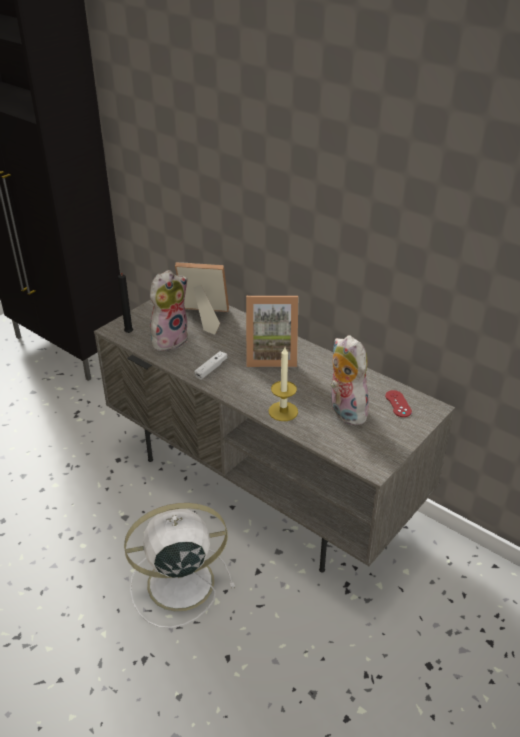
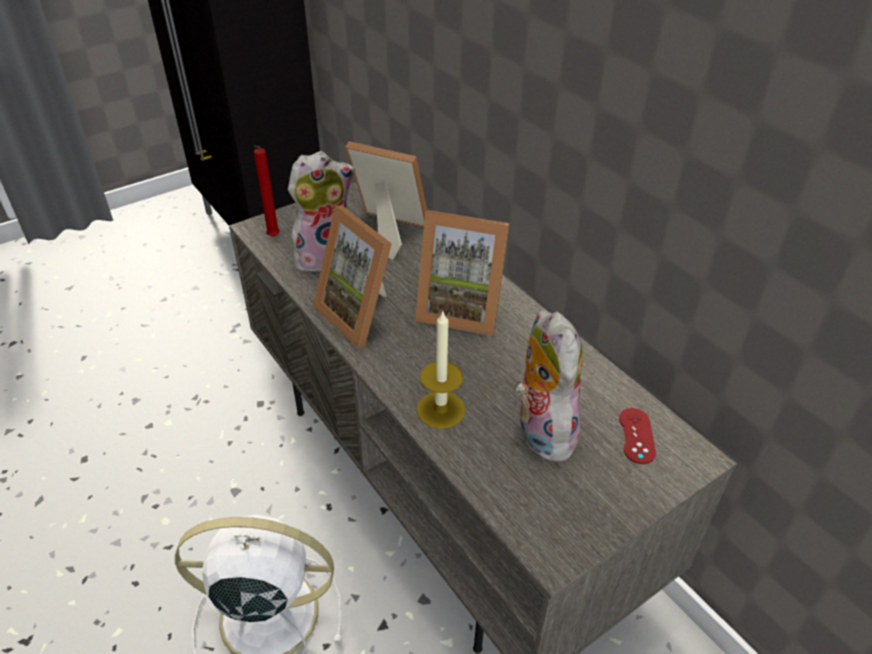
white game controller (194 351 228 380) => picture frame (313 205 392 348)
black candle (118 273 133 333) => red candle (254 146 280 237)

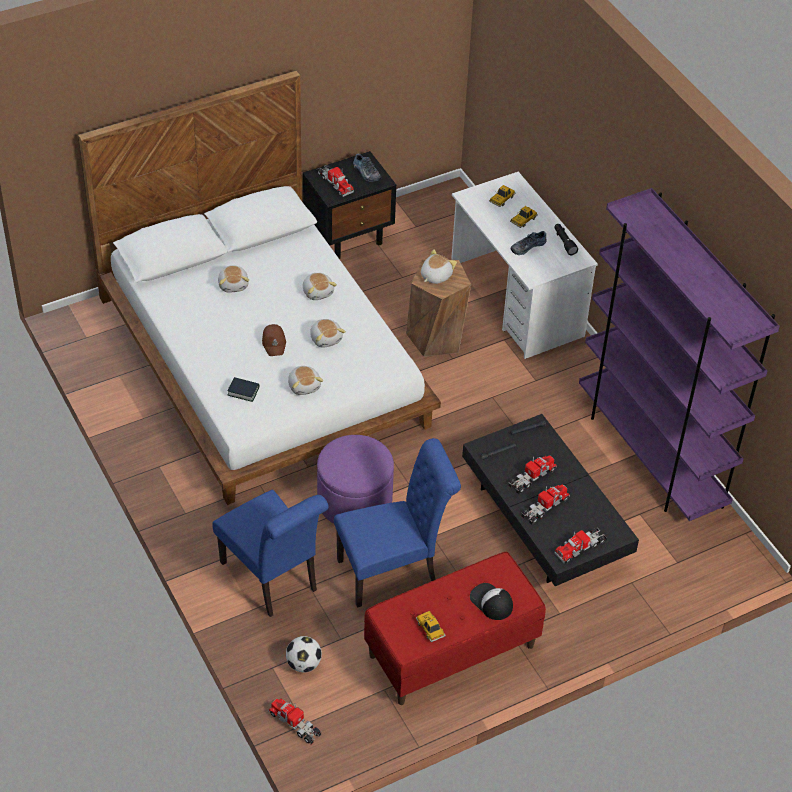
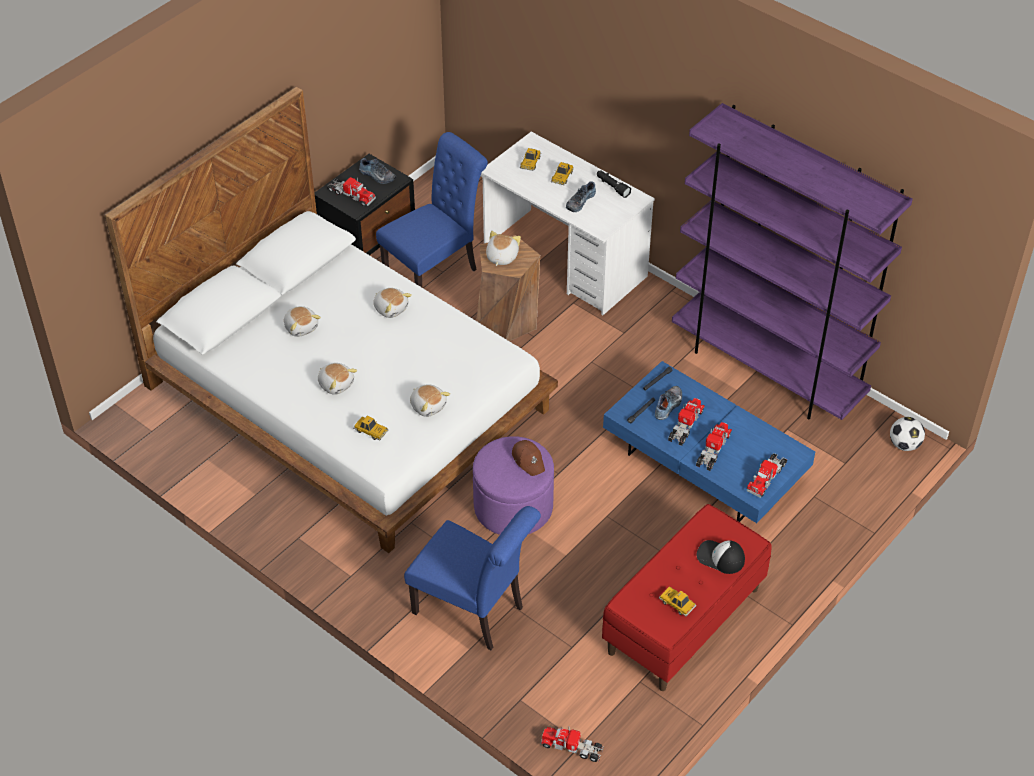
nothing => shoe (655 386 682 420)
brown cap (262 324 286 356) => brown cap (512 440 545 476), relocated
football (286 636 322 672) => football (890 417 925 451), relocated
plush toy (310 319 346 348) => plush toy (318 363 357 395), relocated
blue chair (334 438 461 608) => blue chair (376 132 488 287), relocated
book (227 377 259 402) => toy car (353 416 389 441)
black coffee table (462 414 639 586) => blue coffee table (603 361 815 523)

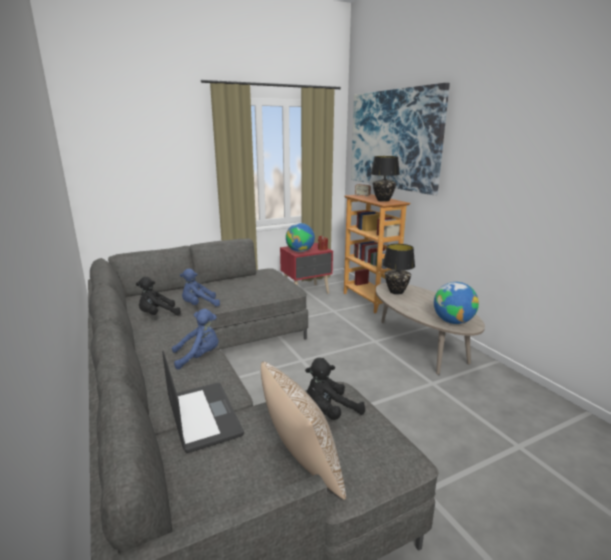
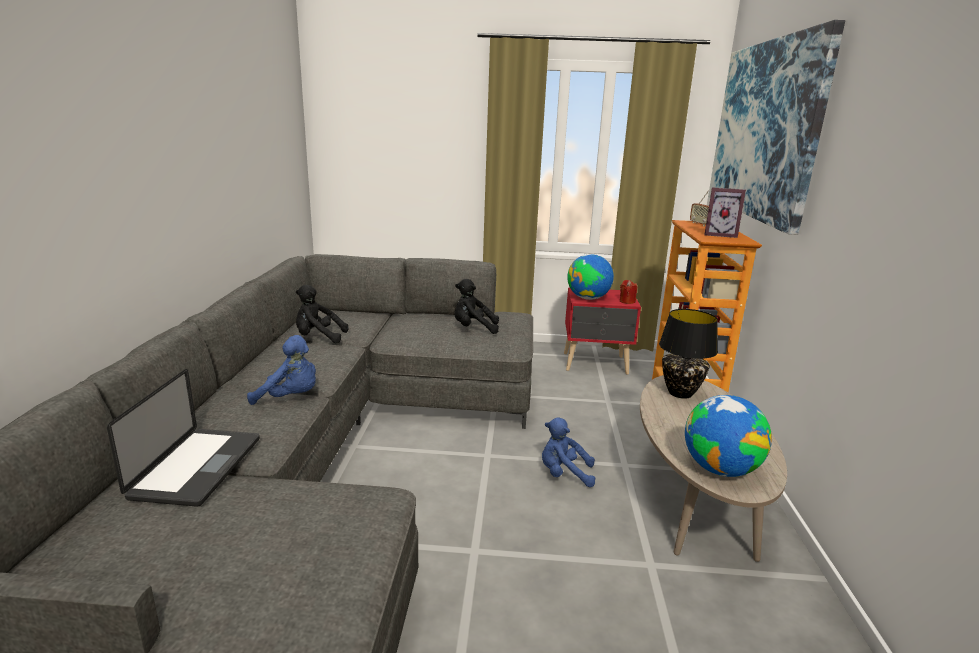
pillow (261 361 346 500) => nothing
blue plush toy (180 269 220 307) => blue plush toy (542 417 596 487), relocated
black plush toy (305 358 365 420) => black plush toy (454 279 499 334), relocated
black table lamp (371 156 400 202) => picture frame (704 188 746 238)

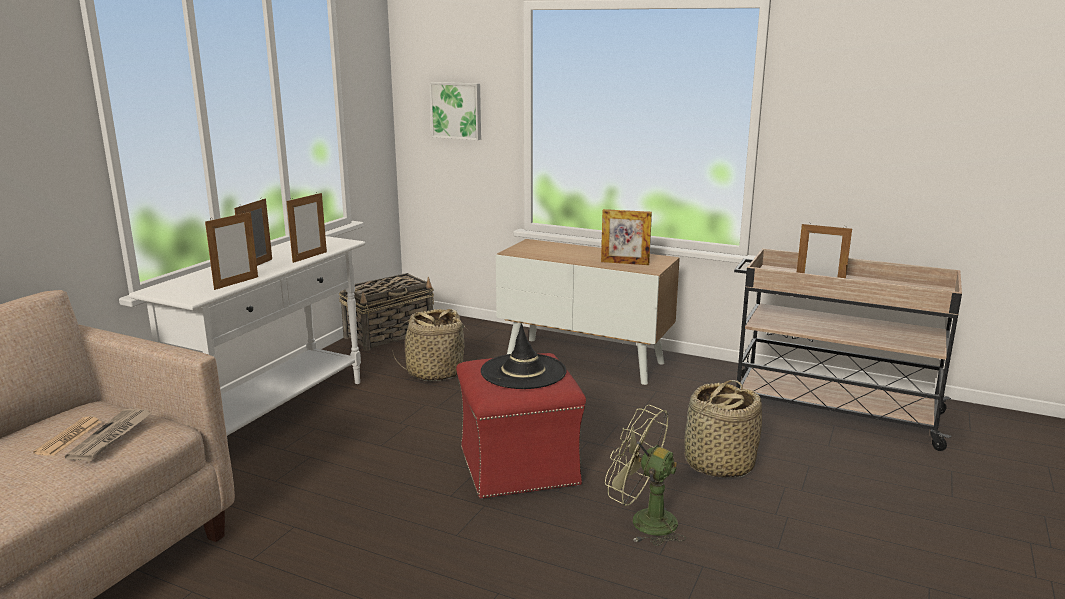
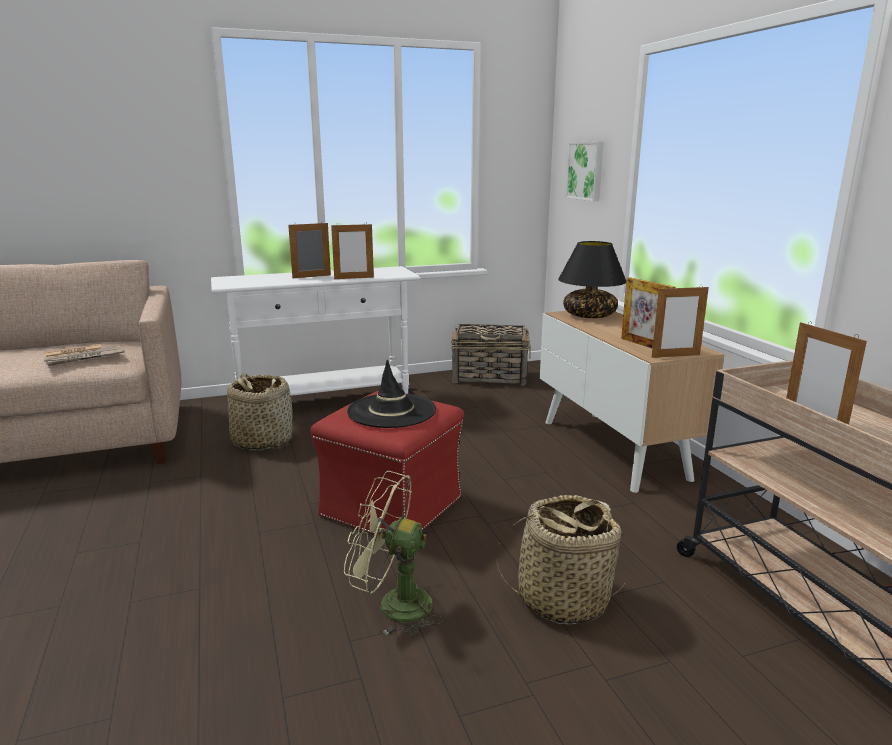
nothing => black table lamp (558 241 626 318)
picture frame (205 211 258 290) => picture frame (651 286 709 358), relocated
basket (392 309 471 381) => basket (227 373 293 450), relocated
green fan (605 405 686 546) => green fan (344 471 444 636), 60 degrees counterclockwise

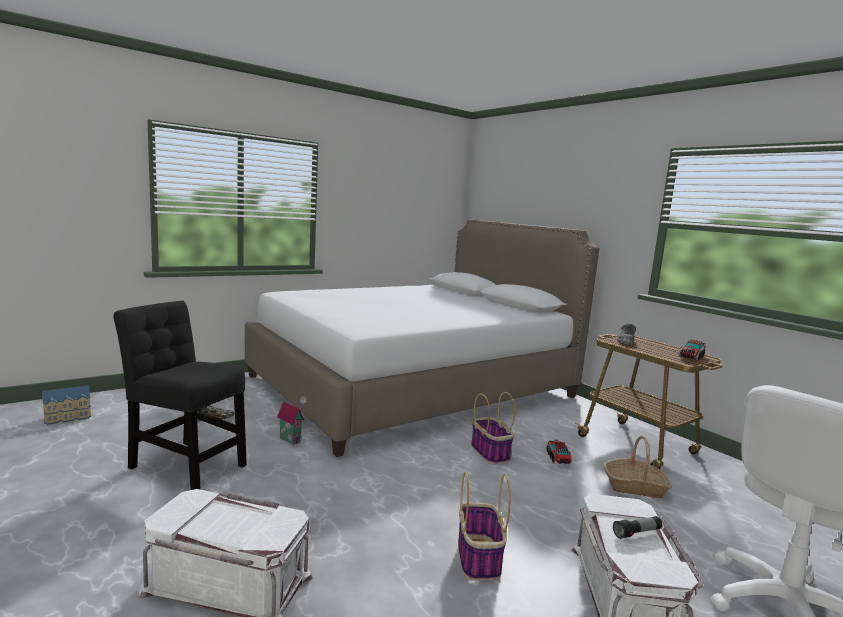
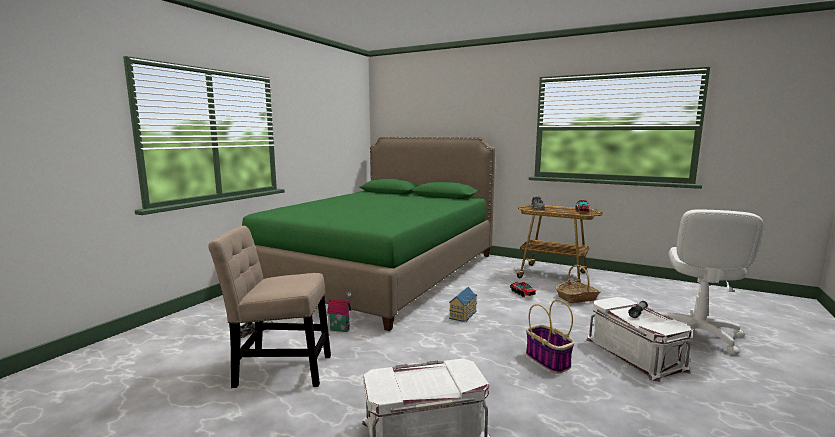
basket (471 392 515 464) => nothing
toy house (42 385 91 425) => toy house (449 287 477 322), relocated
black chair (113 301 247 490) => beige chair (208 225 331 388)
white bed (245 220 599 457) => green bed (242 137 495 331)

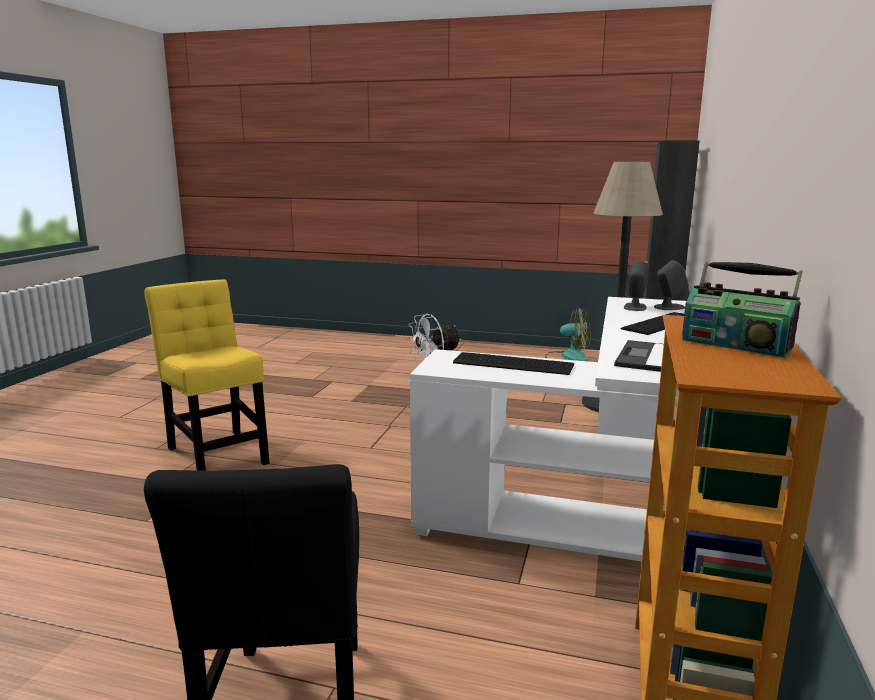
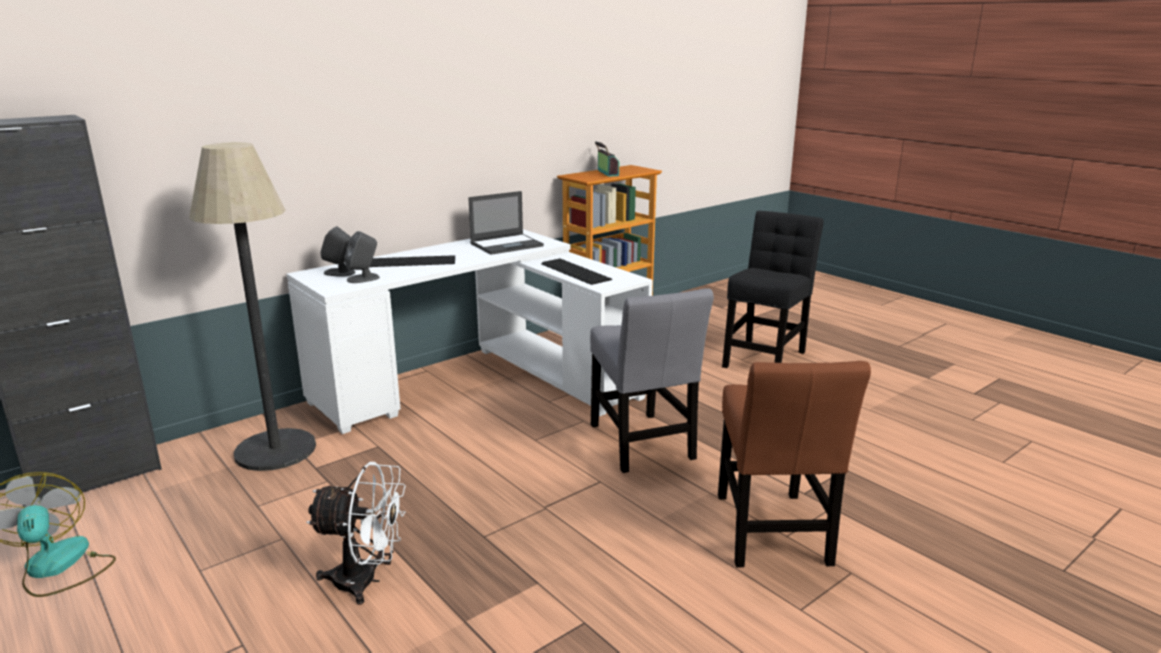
nothing => grey chair (590 288 714 473)
yellow chair (145 279 270 471) => brown chair (718 361 871 567)

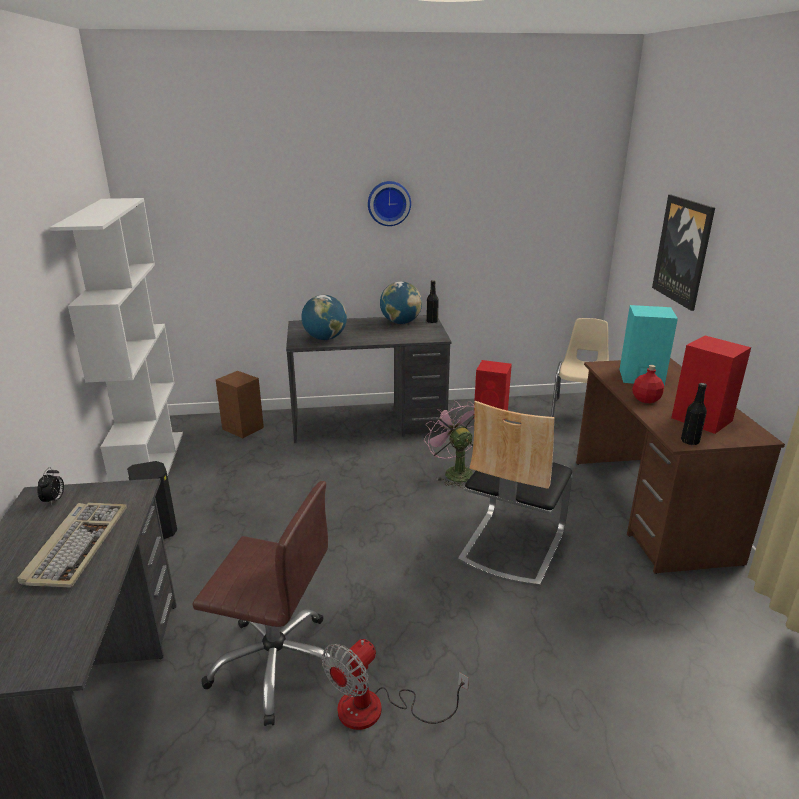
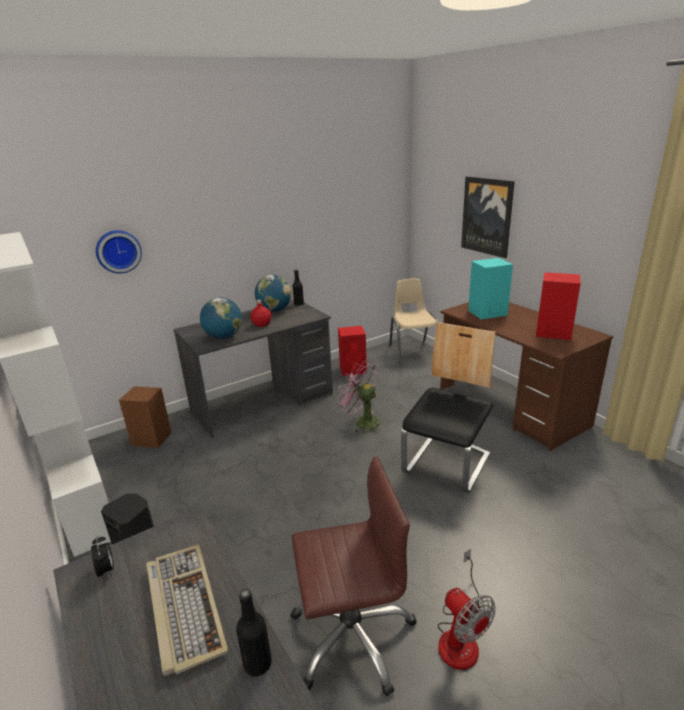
wall clock (368 181 411 226) => wall clock (96 230 142 273), relocated
red bottle (632 365 664 403) => red bottle (251 300 271 327), relocated
black bottle (681 383 707 445) => black bottle (236 589 272 677), relocated
fan (322 639 469 730) => fan (438 549 496 670), 45 degrees counterclockwise
chair (458 401 572 587) => chair (401 322 496 493), 150 degrees counterclockwise

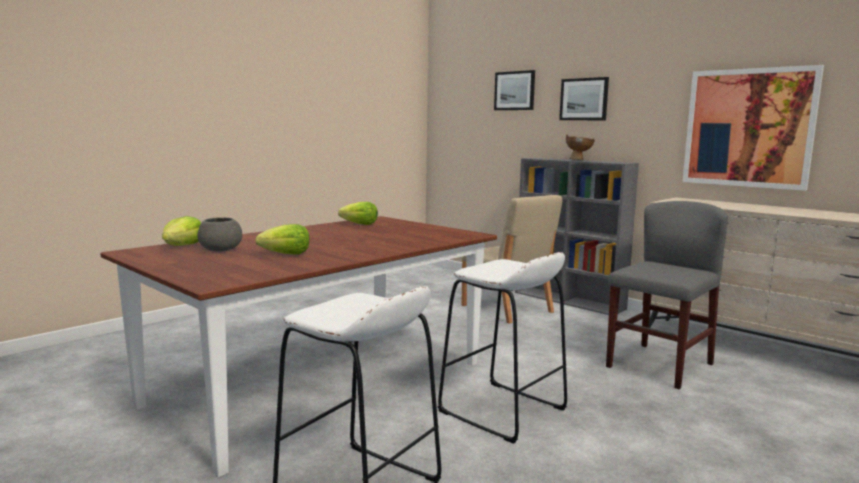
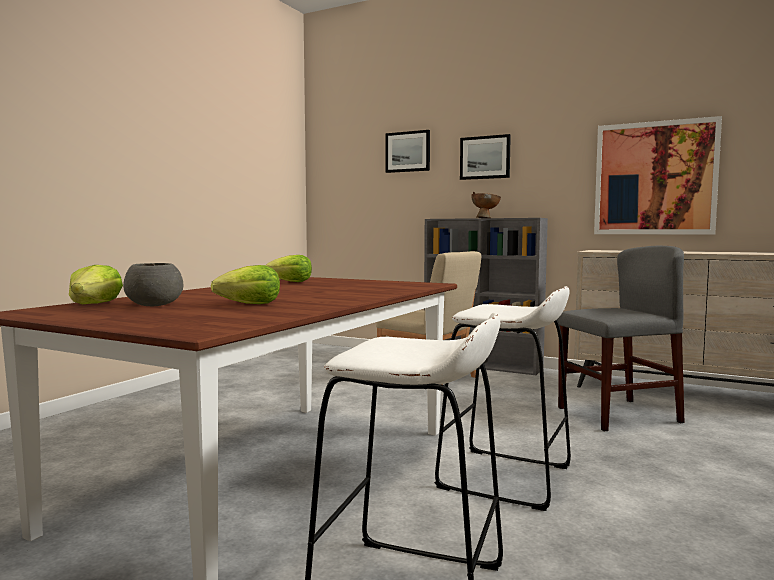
grey chair (606 201 728 389) => grey chair (557 246 685 432), 45 degrees clockwise

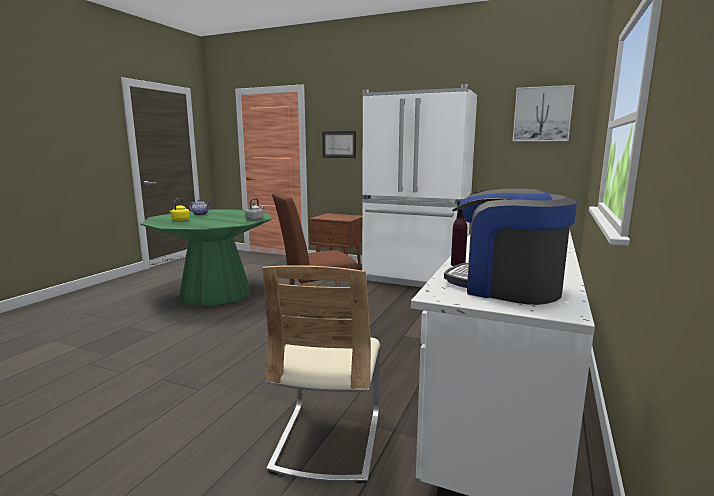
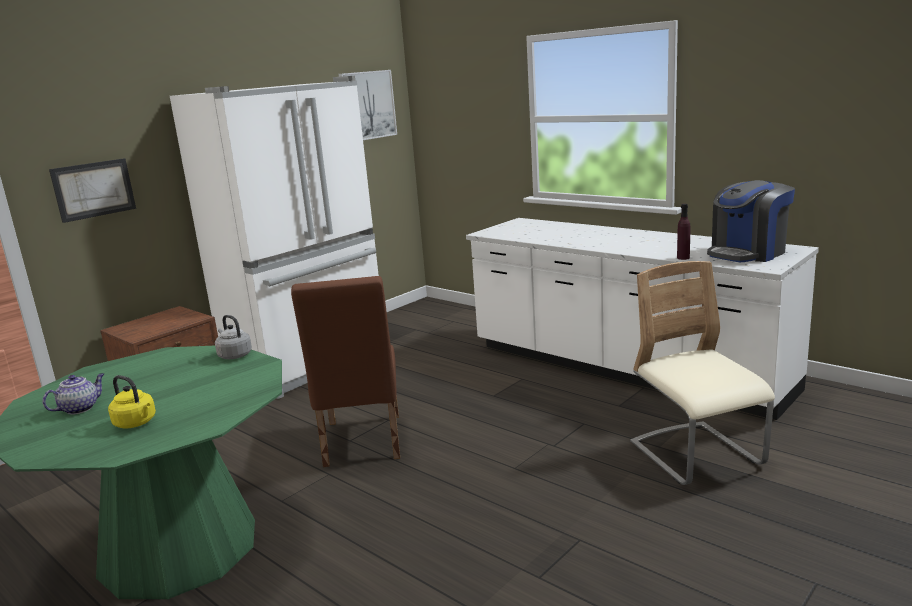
beige chair (263 265 380 483) => beige chair (630 261 775 485), 135 degrees counterclockwise

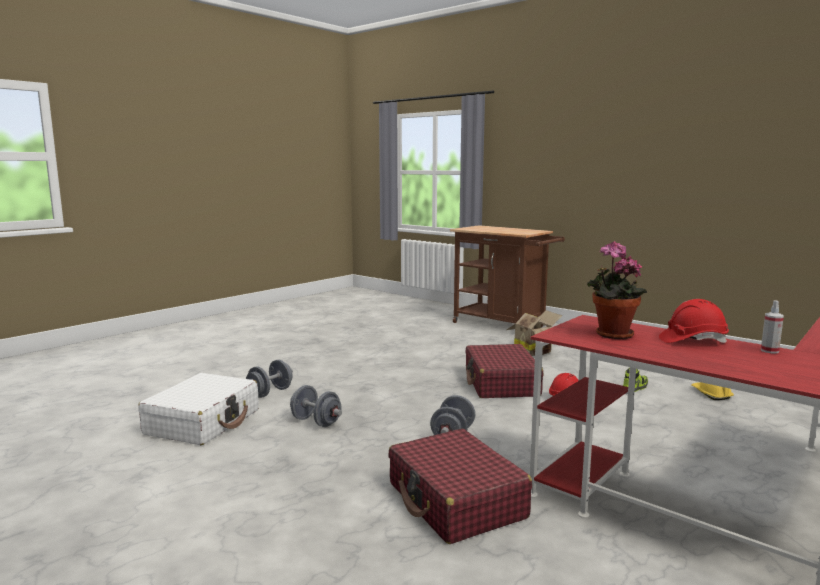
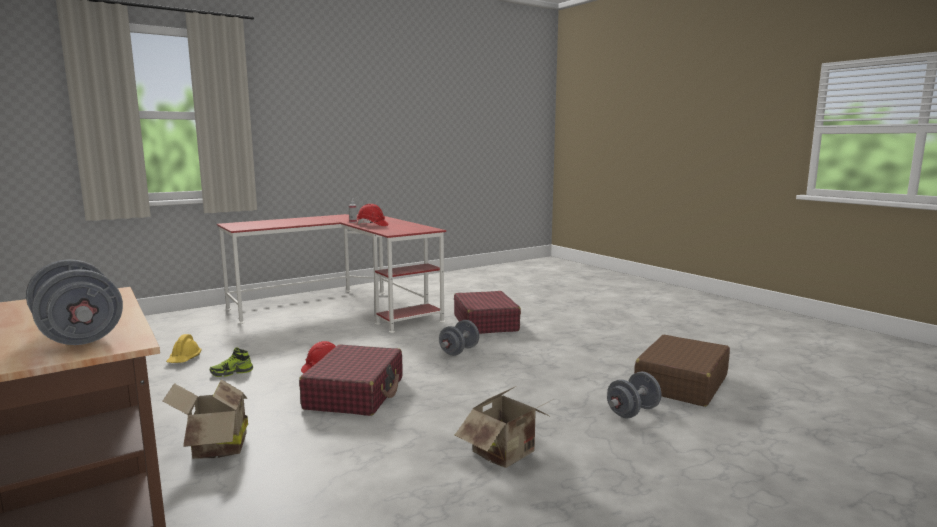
potted plant (587 241 647 339) => nothing
nothing => cardboard box (455 386 552 468)
grey dumbbell (290 385 342 427) => grey dumbbell (26 259 123 345), relocated
white suitcase (138 373 259 445) => brown suitcase (634 335 730 407)

